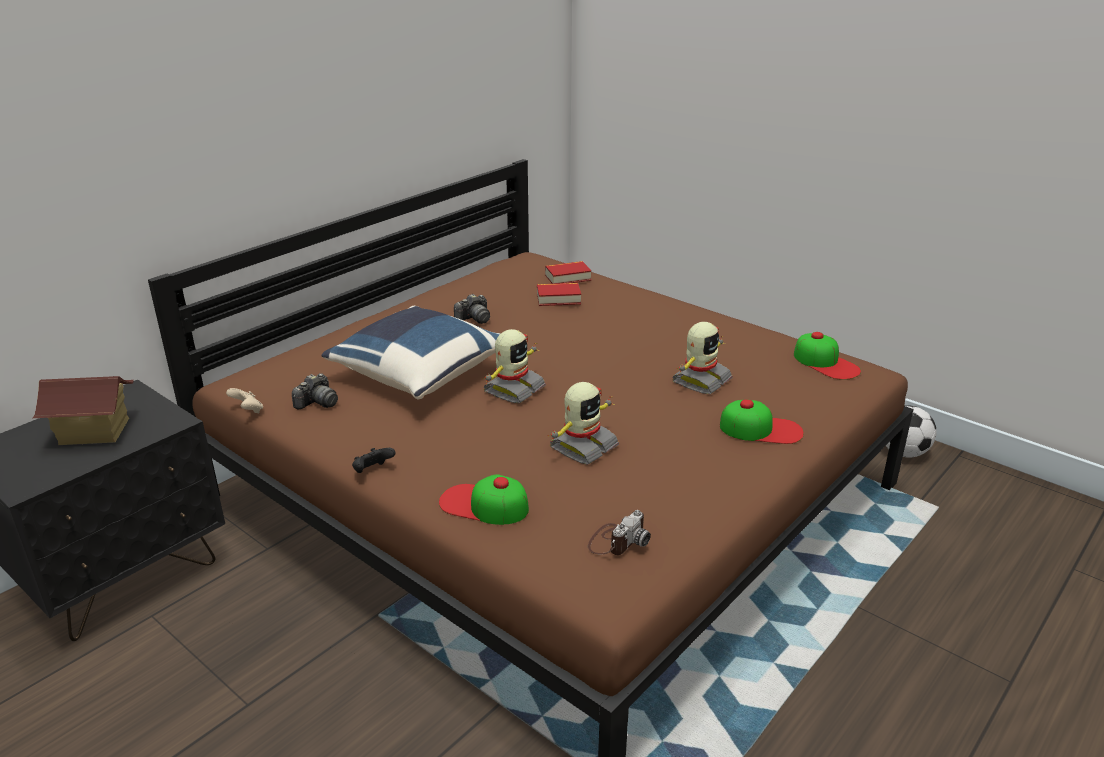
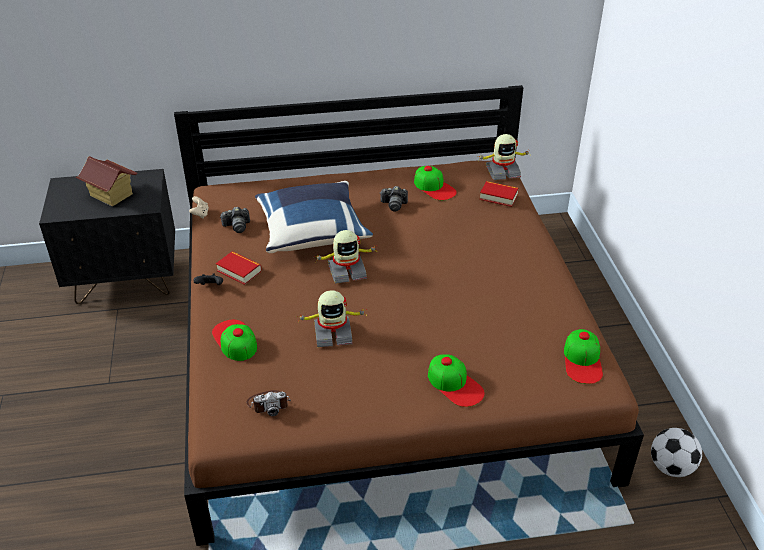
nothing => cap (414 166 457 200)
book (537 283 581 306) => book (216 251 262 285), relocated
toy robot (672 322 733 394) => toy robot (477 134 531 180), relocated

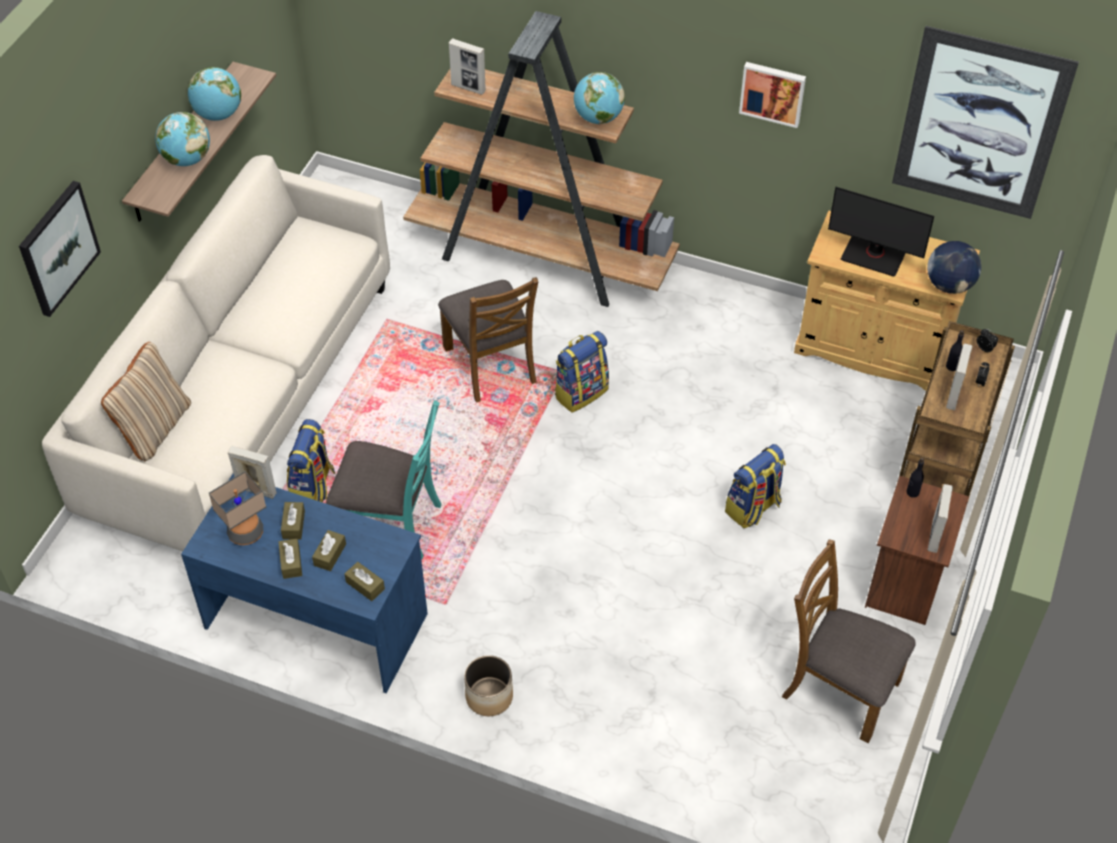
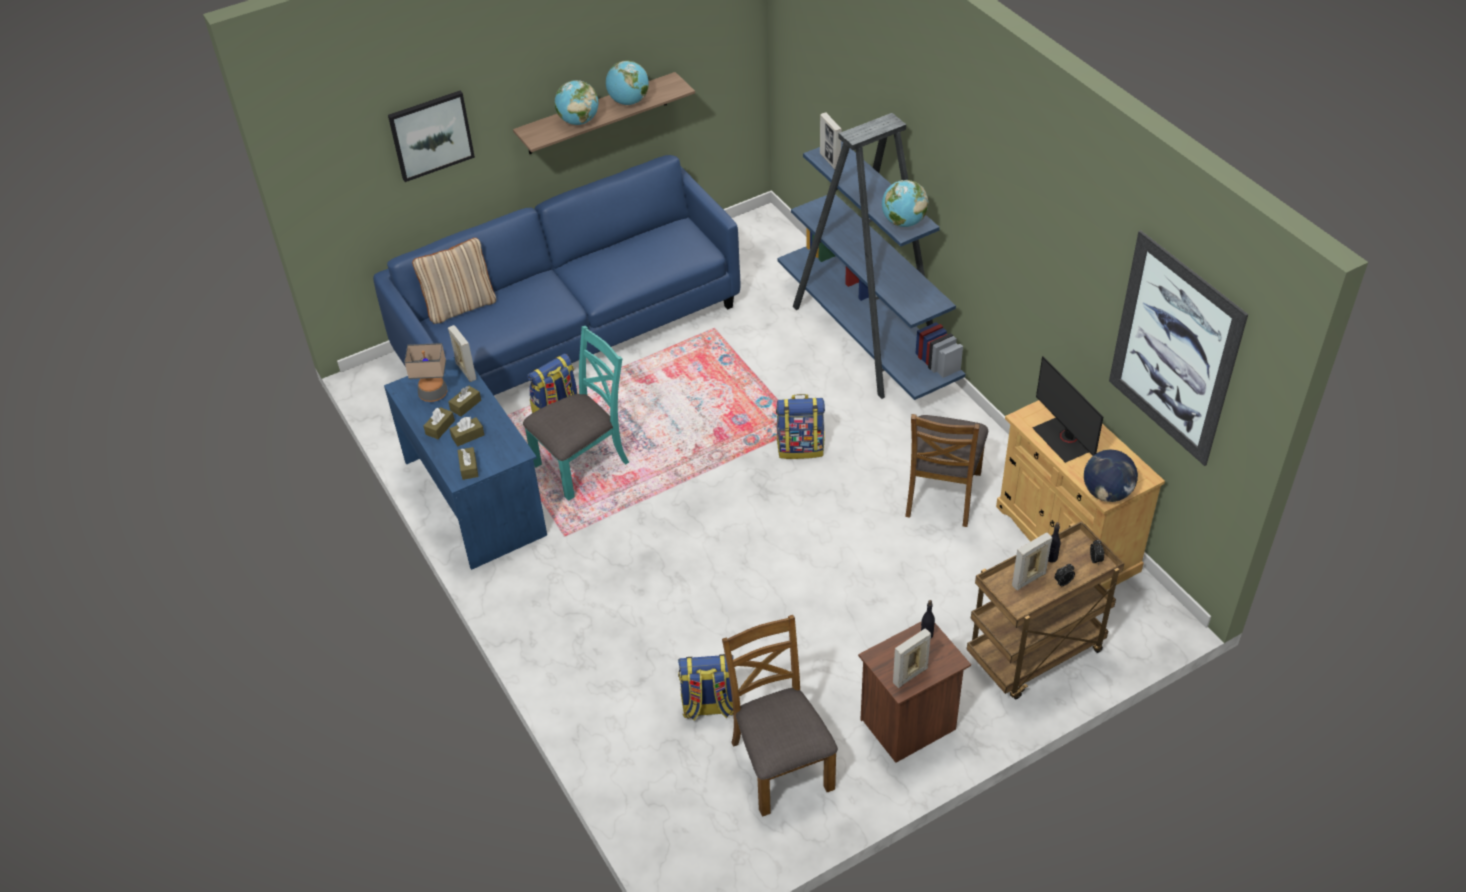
planter (464 655 513 716) => nothing
picture (739 62 806 128) => nothing
brown chair (438 277 538 403) => brown chair (905 414 988 527), relocated
backpack (725 444 786 528) => backpack (678 654 733 721), relocated
white sofa (42 155 390 551) => blue sofa (373 155 740 395)
brown bookcase (403 11 680 307) => blue bookcase (777 113 965 400)
turquoise chair (326 400 442 560) => turquoise chair (523 326 629 501), 90 degrees counterclockwise

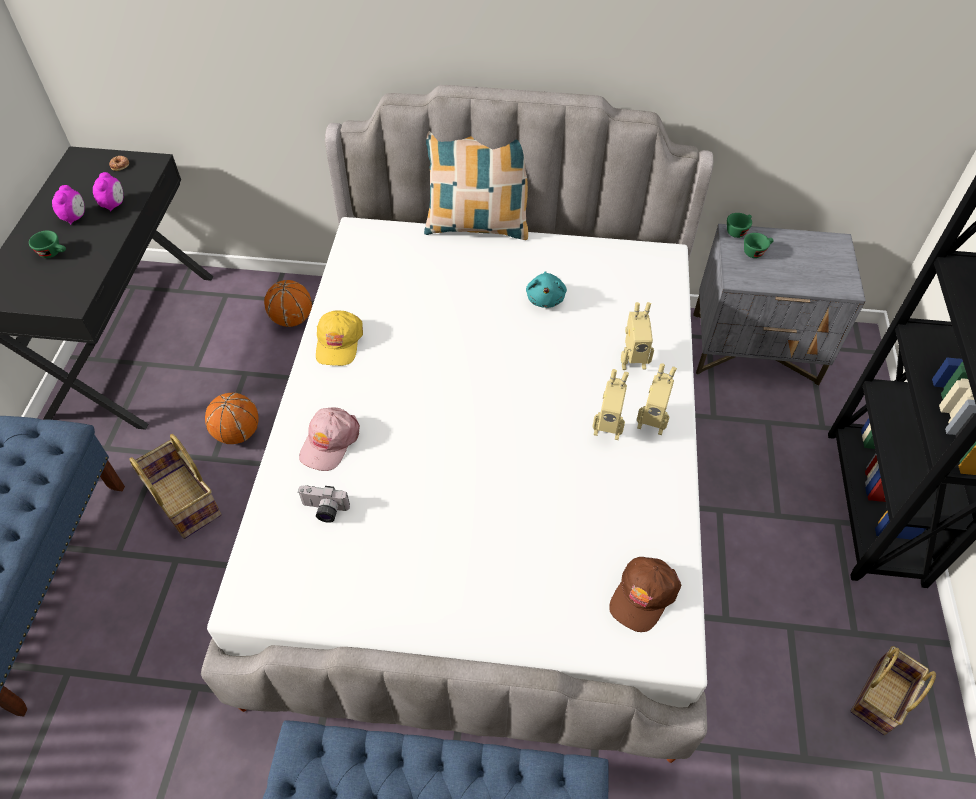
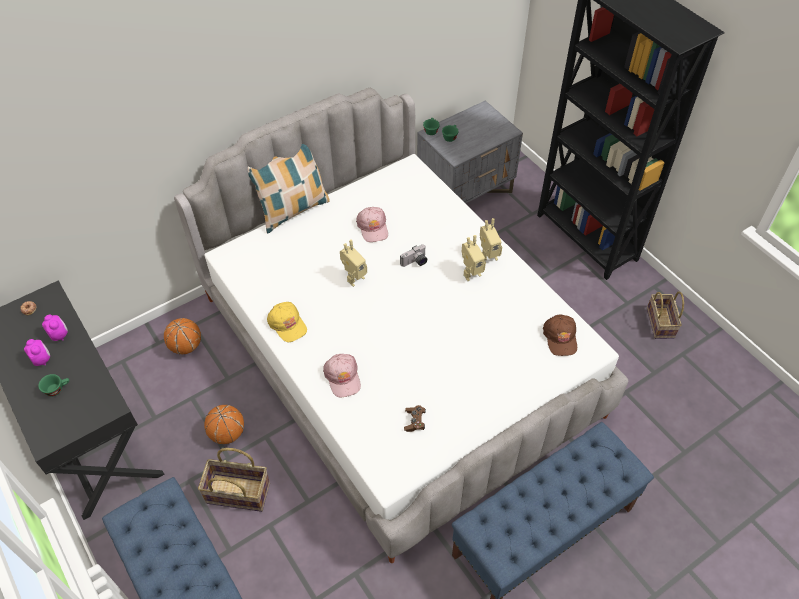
nothing => brown game controller (404 405 426 432)
photo camera (297 486 350 523) => photo camera (400 244 427 267), relocated
toy robot (621 302 654 370) => toy robot (340 240 367 287), relocated
turquoise plush toy (526 271 567 308) => pink cap (356 207 388 242)

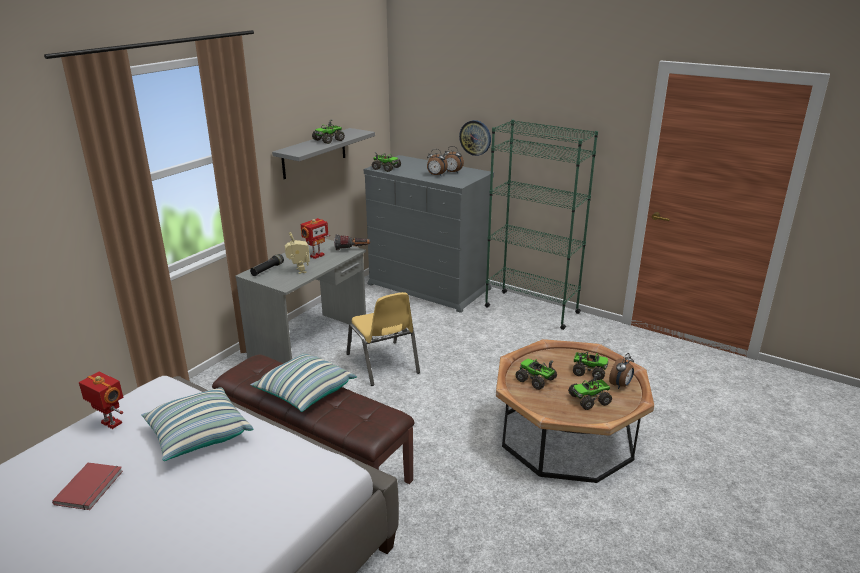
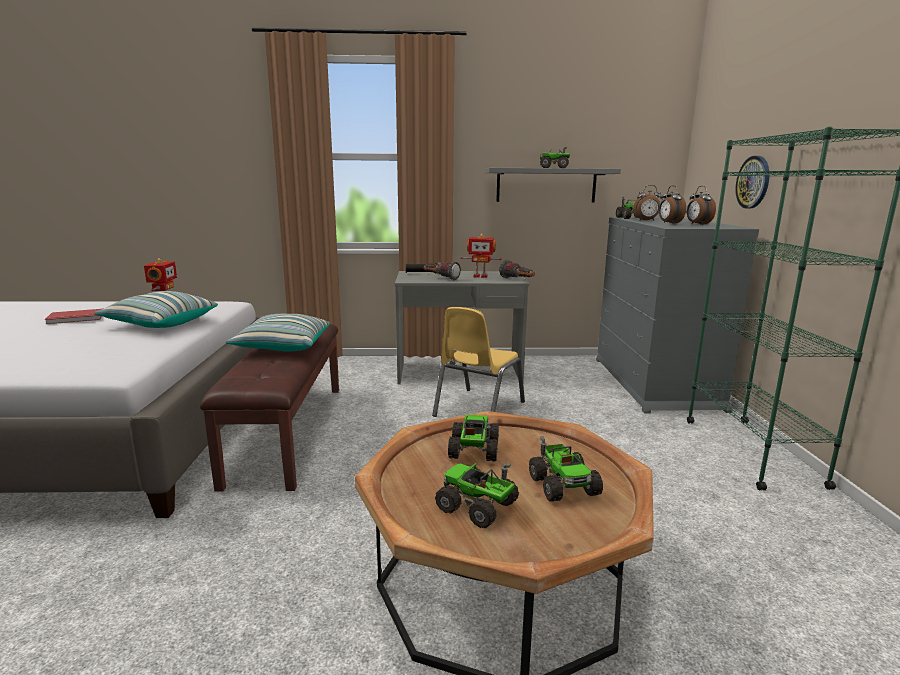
alarm clock (609 353 634 389) => alarm clock (634 185 662 221), relocated
toy robot (285 232 310 274) => flashlight (424 261 461 280)

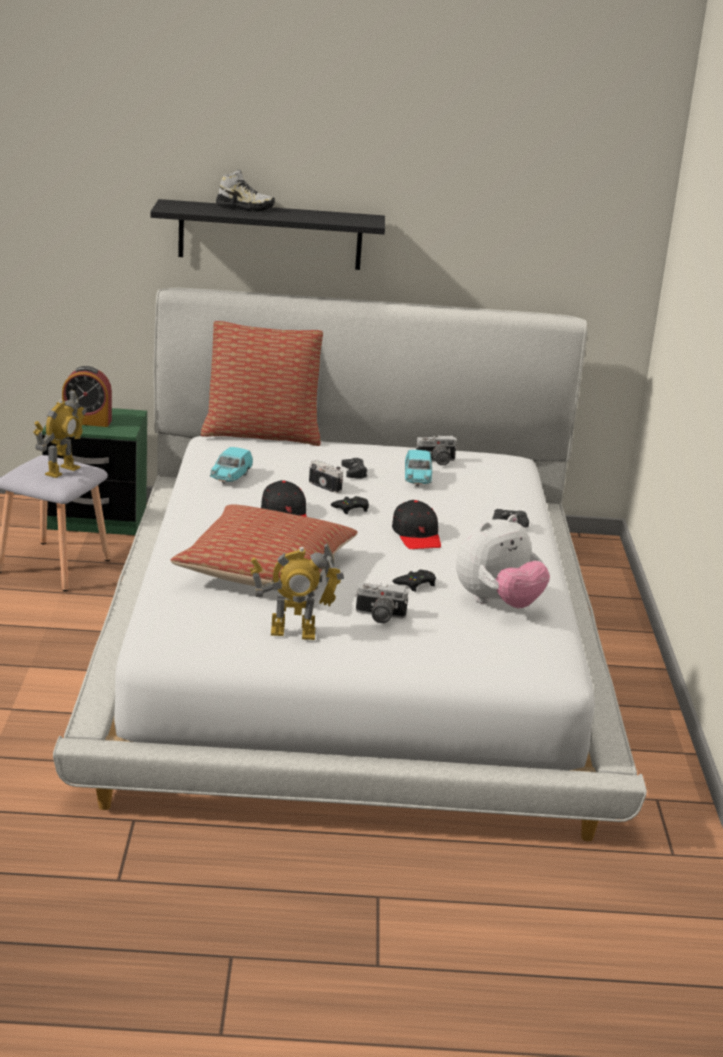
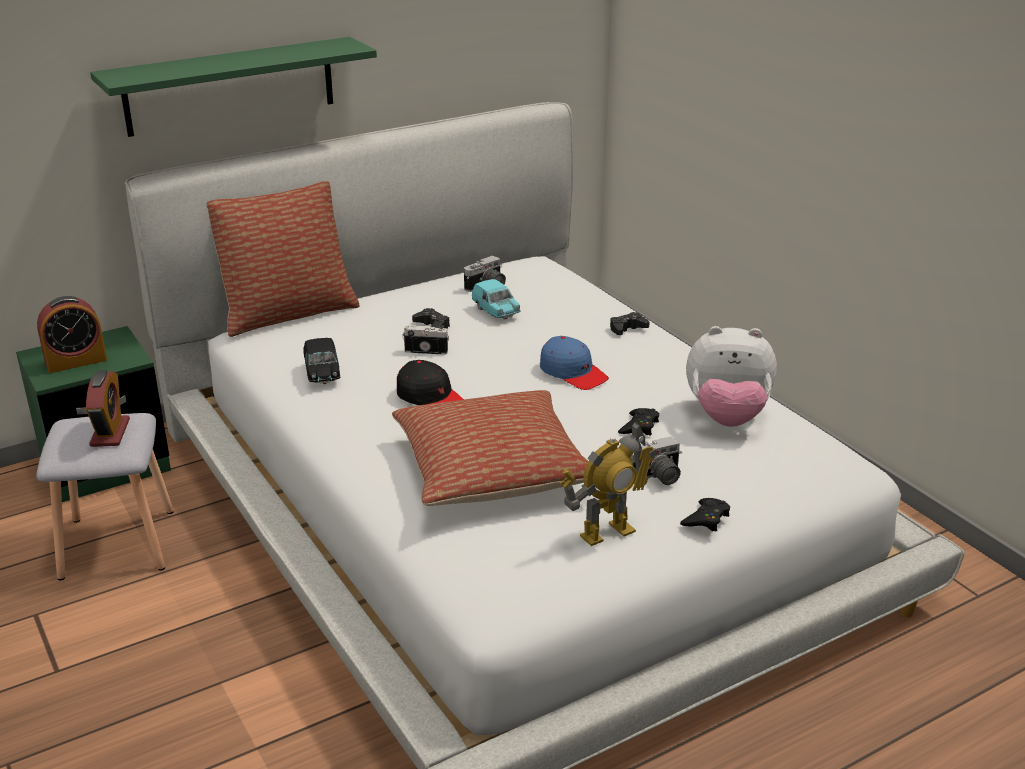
shoe (216 170 275 212) => nothing
black game controller (331 496 369 514) => black game controller (680 498 730 532), relocated
toy robot (33 390 86 478) => alarm clock (86 370 130 447)
black shelf (150 199 385 270) => green shelf (90 37 377 137)
turquoise toy car (210 447 253 484) => black toy car (304 338 340 384)
black cap (392 500 441 549) => blue cap (540 336 609 390)
plush toy (456 515 550 609) => plush toy (686 326 777 427), 75 degrees clockwise

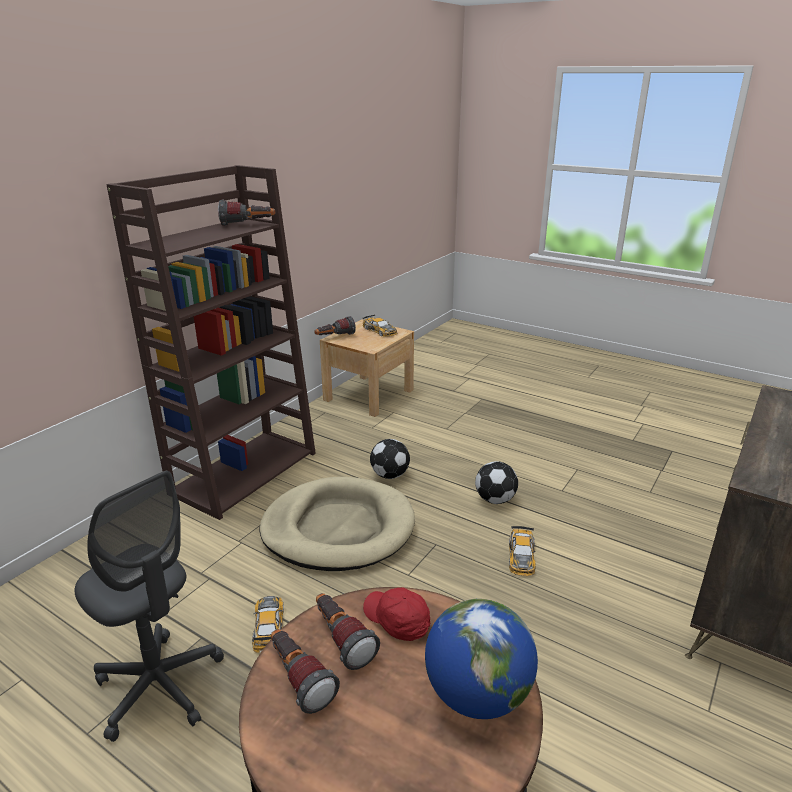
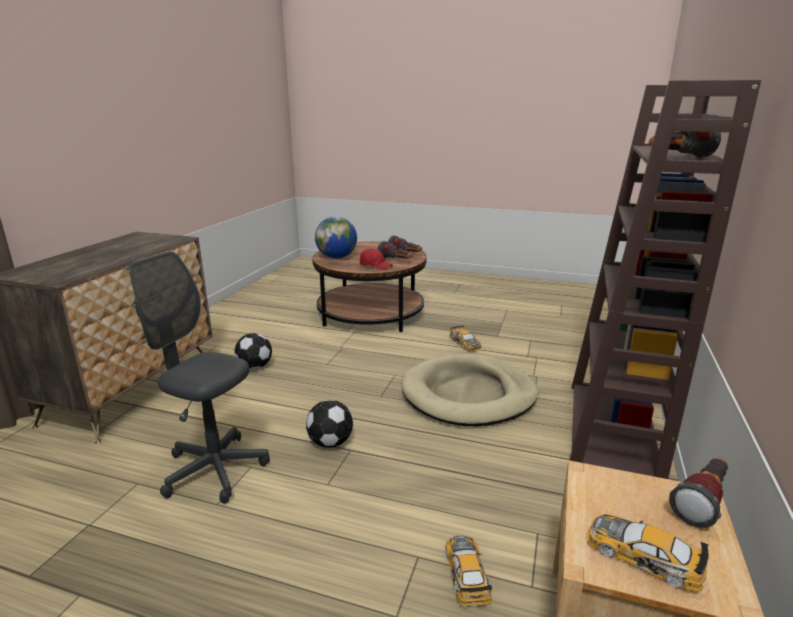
grey office chair (75 471 224 742) => grey office chair (129 251 270 504), relocated
football (370 439 410 479) => football (234 333 272 370), relocated
toy car (509 526 536 576) => toy car (445 536 492 606), relocated

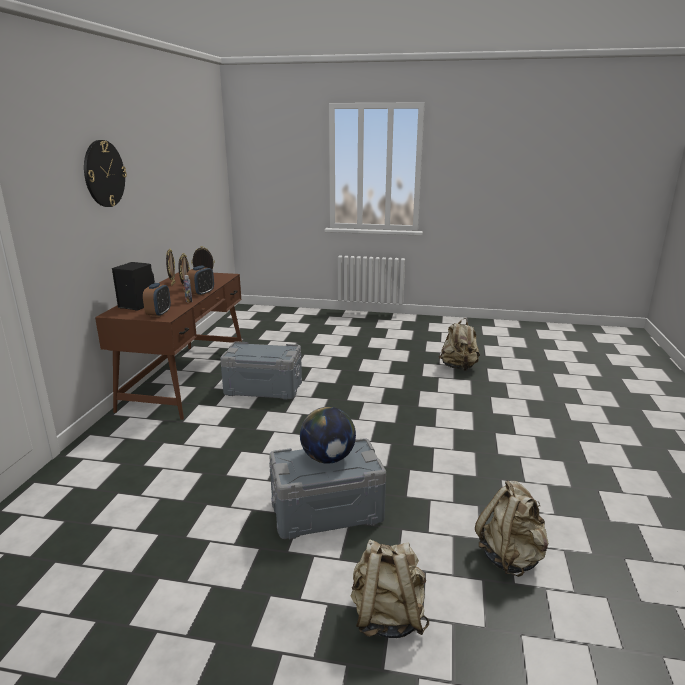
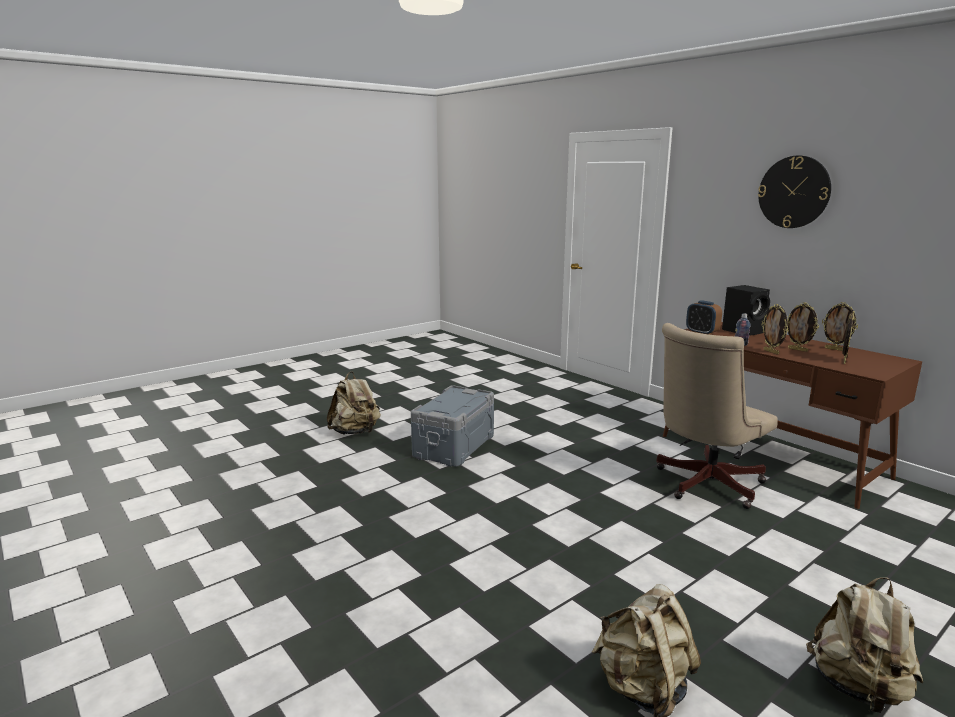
globe (300 407 356 464) => nothing
beige backpack (475 480 549 577) => beige backpack (806 577 923 713), relocated
alarm clock (187 266 214 296) => picture frame (762 304 788 355)
grey storage box (220 341 302 400) => beige office chair (657 323 778 509)

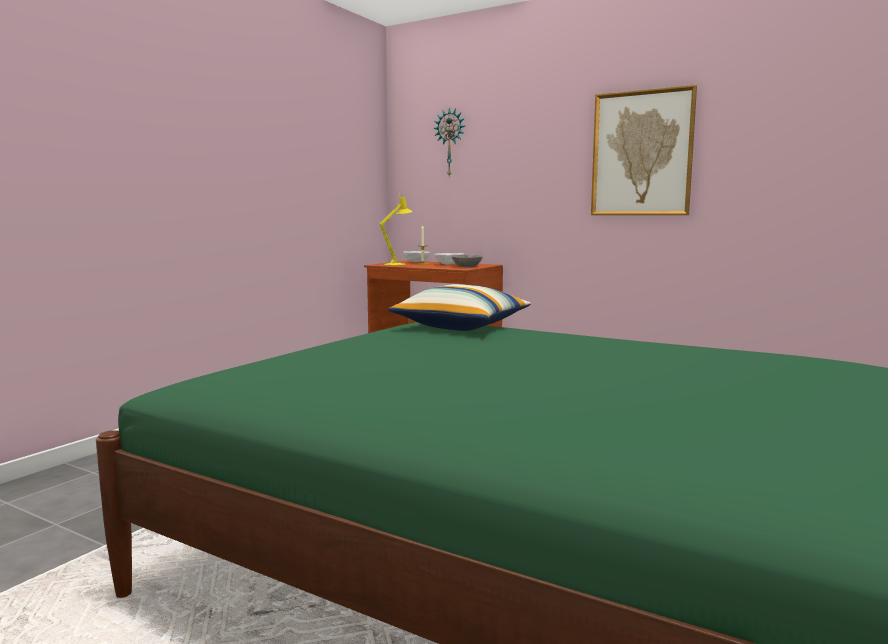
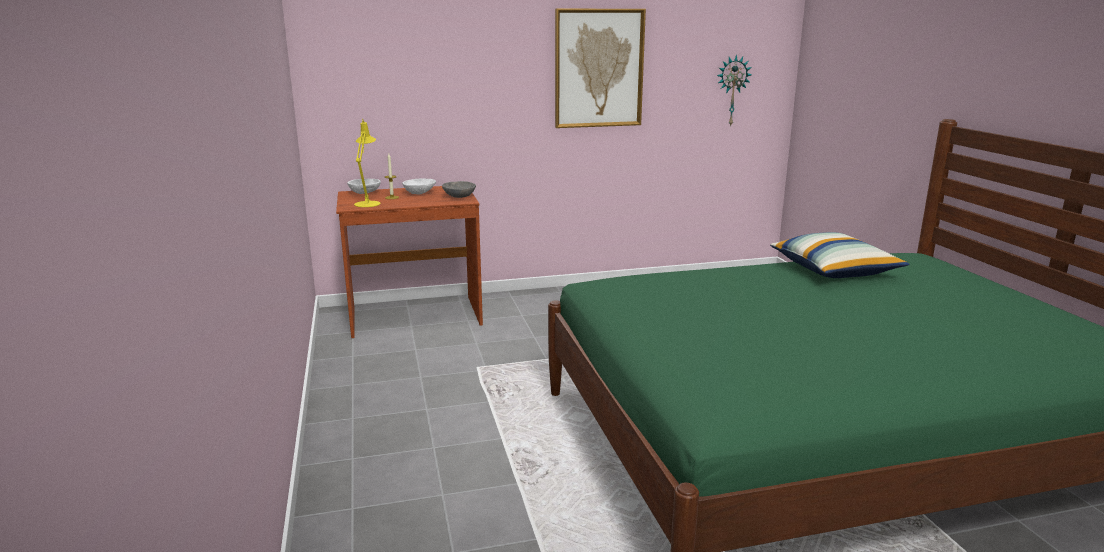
pillow (388 284 531 331) => pillow (770 232 909 278), relocated
wall clock (433 107 465 176) => wall clock (717 55 752 127), relocated

